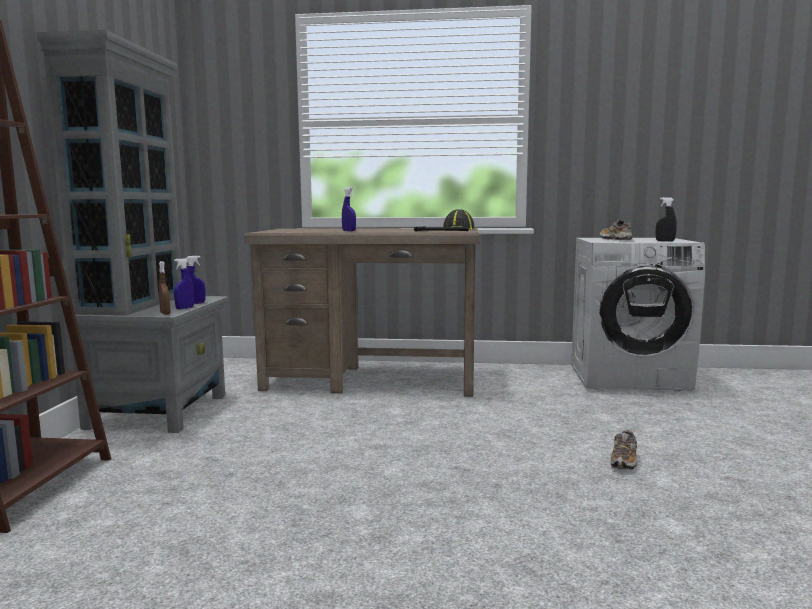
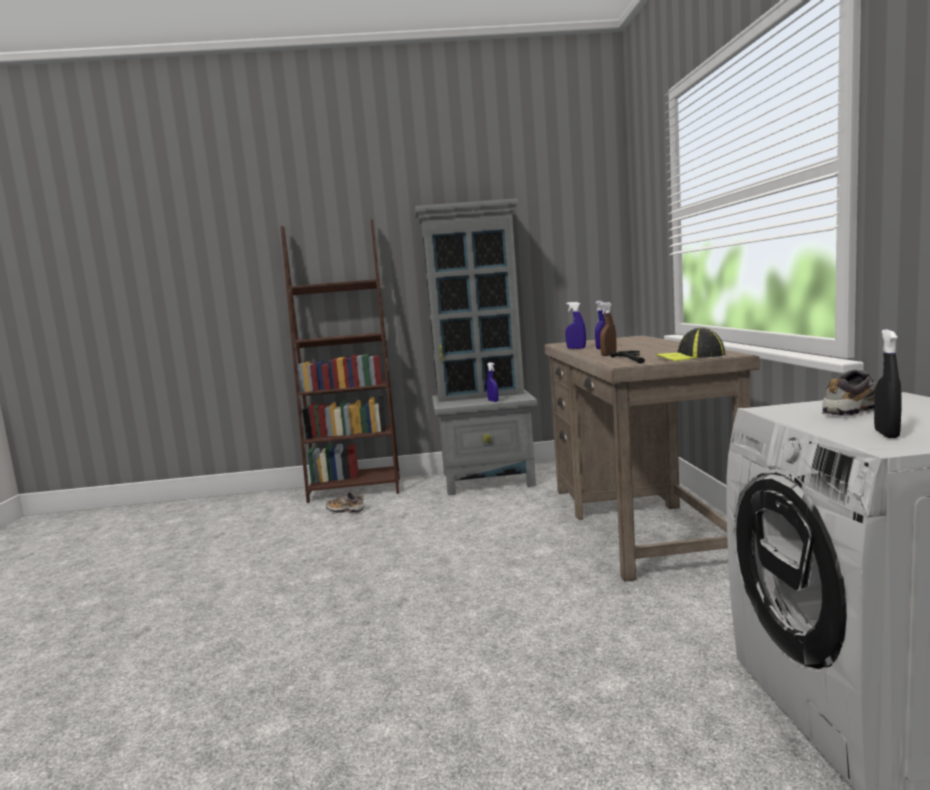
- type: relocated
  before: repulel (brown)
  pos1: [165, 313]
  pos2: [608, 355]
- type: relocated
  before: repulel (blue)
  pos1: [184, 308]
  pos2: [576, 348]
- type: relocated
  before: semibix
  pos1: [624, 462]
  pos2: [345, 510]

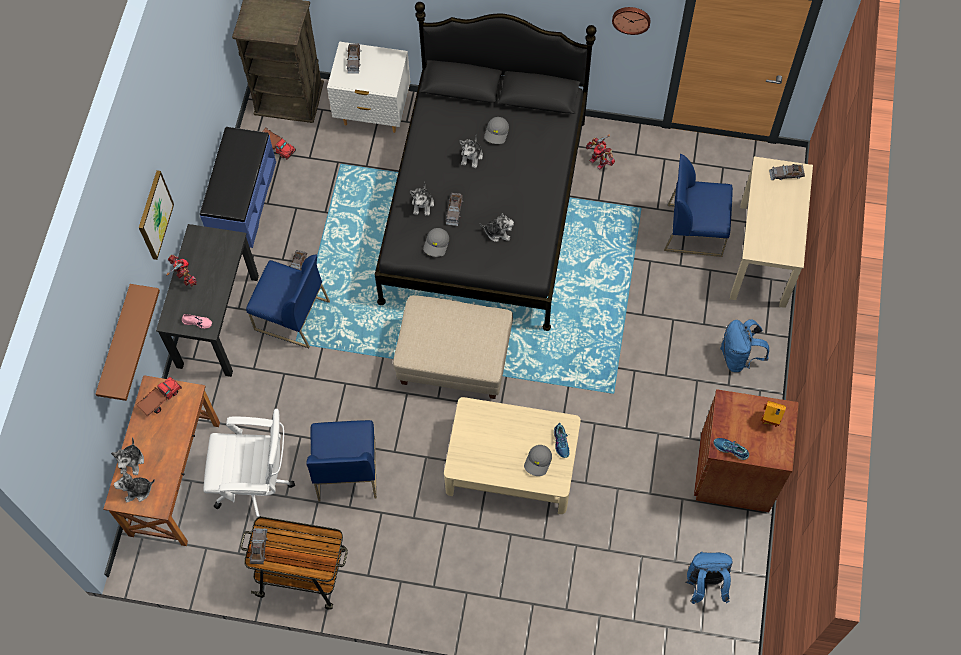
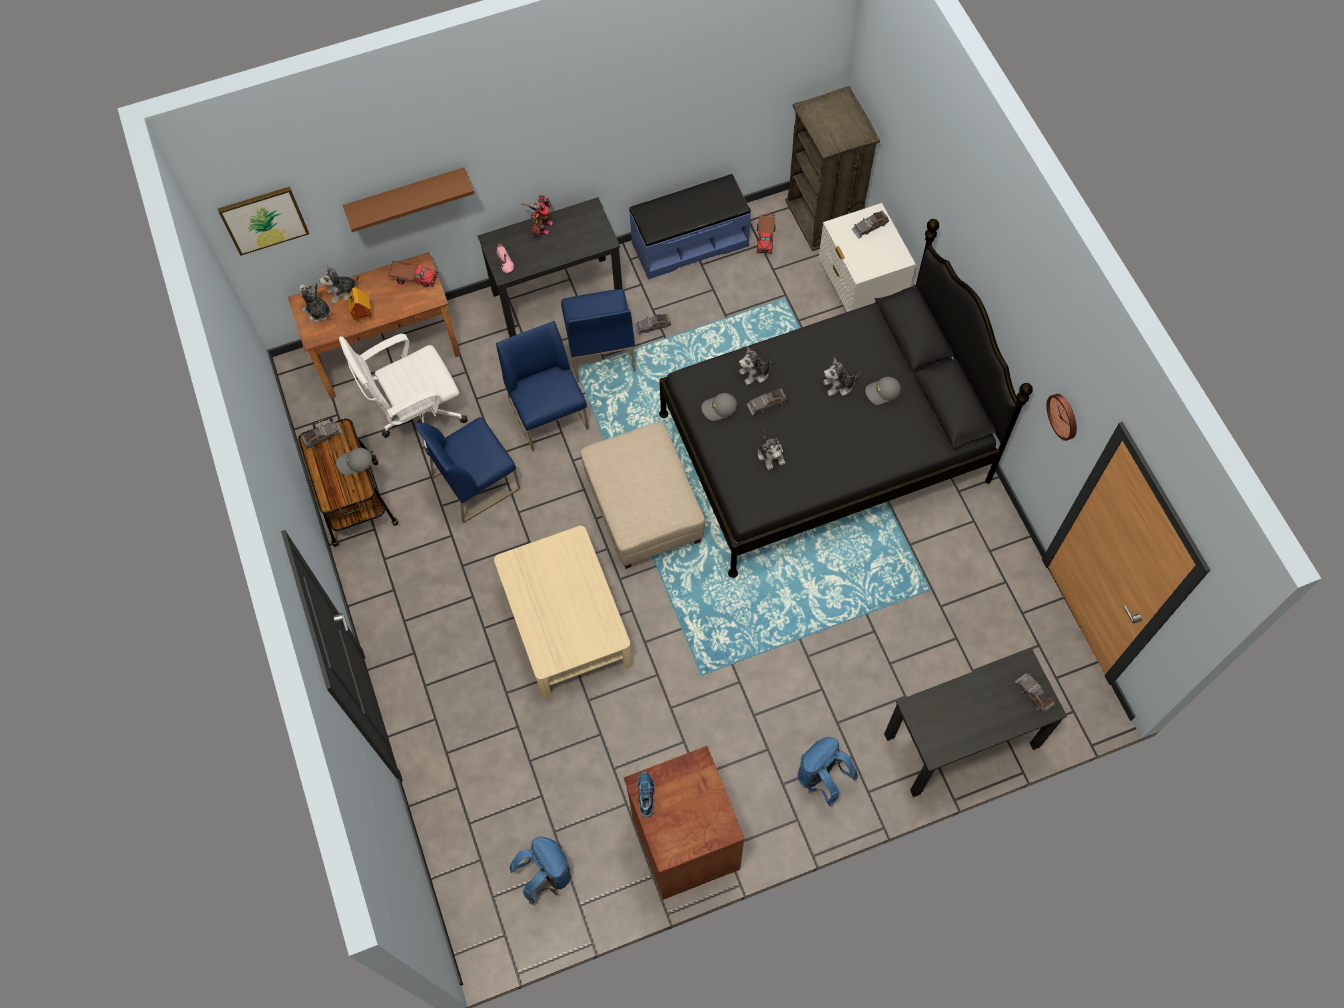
- type: missing
  before: semibix
  pos1: [561, 442]
- type: missing
  before: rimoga
  pos1: [599, 161]
- type: relocated
  before: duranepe
  pos1: [154, 215]
  pos2: [264, 219]
- type: relocated
  before: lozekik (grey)
  pos1: [538, 462]
  pos2: [355, 463]
- type: relocated
  before: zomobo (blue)
  pos1: [695, 230]
  pos2: [549, 414]
- type: relocated
  before: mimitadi
  pos1: [769, 421]
  pos2: [362, 317]
- type: colour
  before: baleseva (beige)
  after: baleseva (black)
  pos1: [762, 254]
  pos2: [961, 740]
- type: spun
  before: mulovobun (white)
  pos1: [257, 485]
  pos2: [419, 419]
  turn: 90

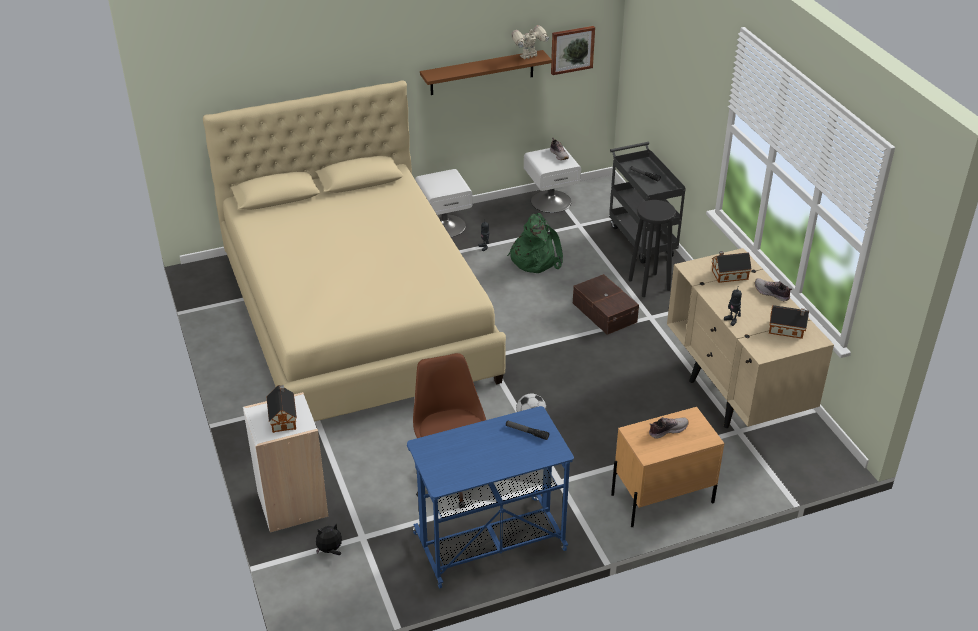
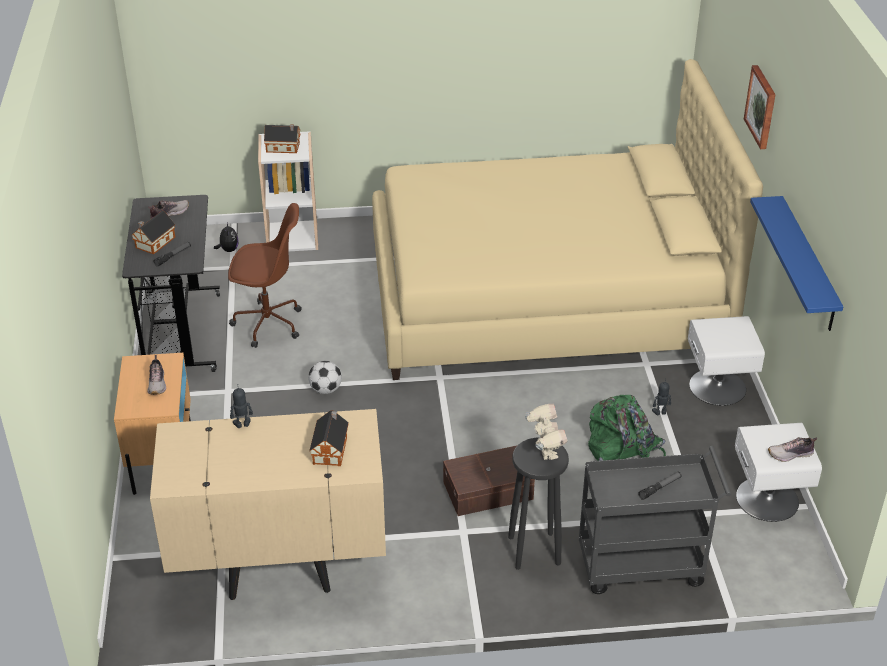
- type: relocated
  before: rimoga
  pos1: [529, 57]
  pos2: [545, 452]
- type: relocated
  before: duranepe
  pos1: [572, 49]
  pos2: [761, 106]
- type: relocated
  before: semibix
  pos1: [771, 293]
  pos2: [169, 214]
- type: relocated
  before: mimitadi
  pos1: [788, 329]
  pos2: [154, 243]
- type: colour
  before: baleseva (blue)
  after: baleseva (black)
  pos1: [489, 542]
  pos2: [181, 334]
- type: colour
  before: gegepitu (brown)
  after: gegepitu (blue)
  pos1: [482, 73]
  pos2: [808, 264]

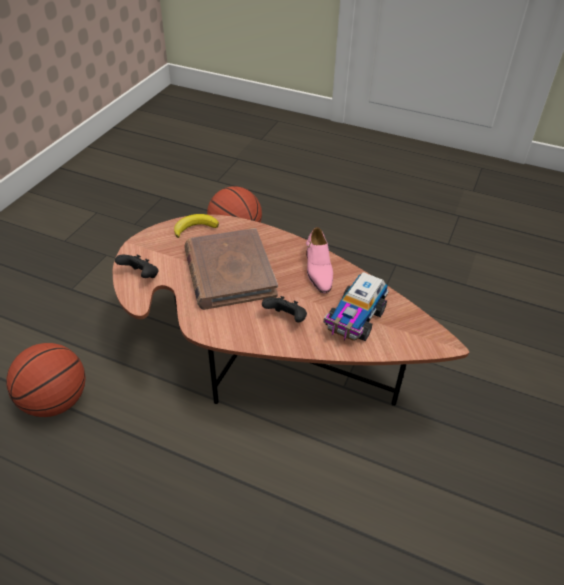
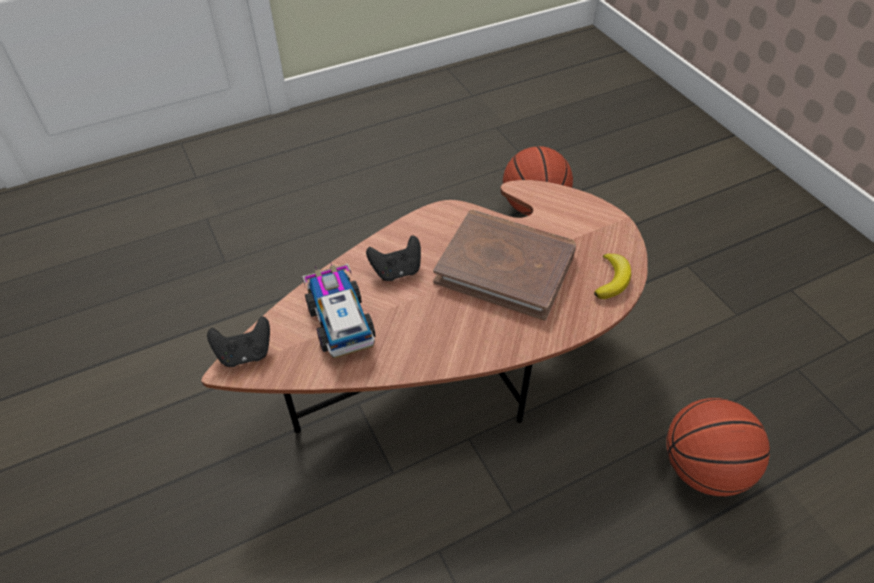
- type: missing
  before: semibix (pink)
  pos1: [318, 270]
- type: relocated
  before: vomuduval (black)
  pos1: [141, 276]
  pos2: [245, 354]

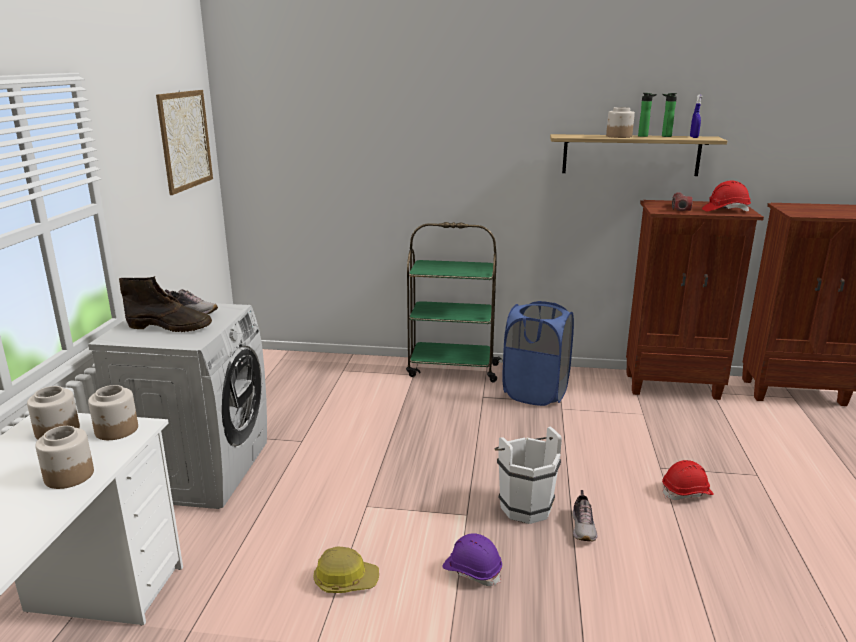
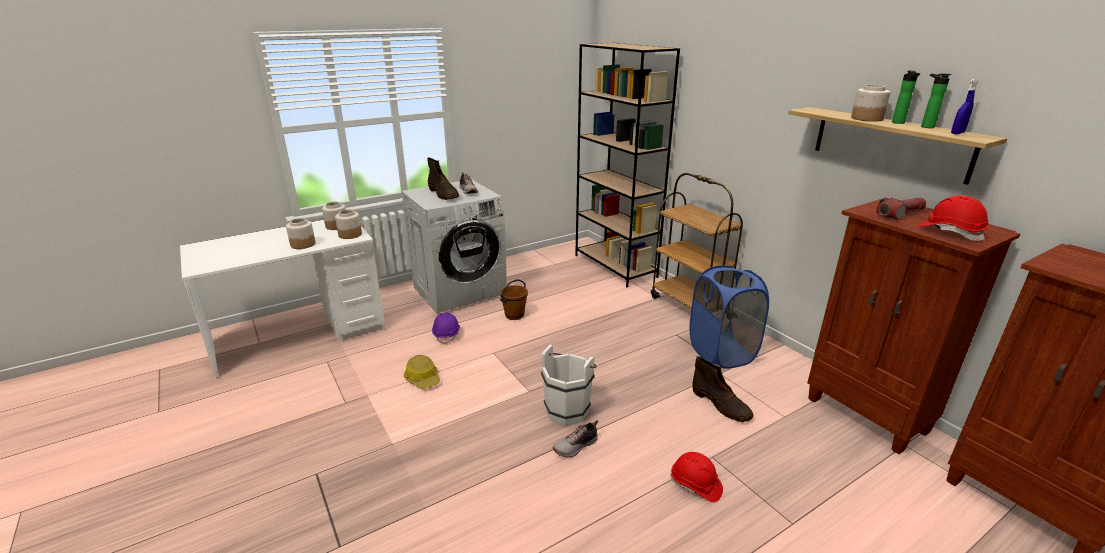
- type: missing
  before: duranepe
  pos1: [185, 139]
- type: appeared
  after: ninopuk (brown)
  pos2: [514, 315]
- type: appeared
  after: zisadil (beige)
  pos2: [615, 266]
- type: appeared
  after: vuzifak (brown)
  pos2: [721, 405]
- type: relocated
  before: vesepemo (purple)
  pos1: [472, 570]
  pos2: [447, 334]
- type: colour
  before: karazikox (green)
  after: karazikox (brown)
  pos1: [452, 370]
  pos2: [689, 307]

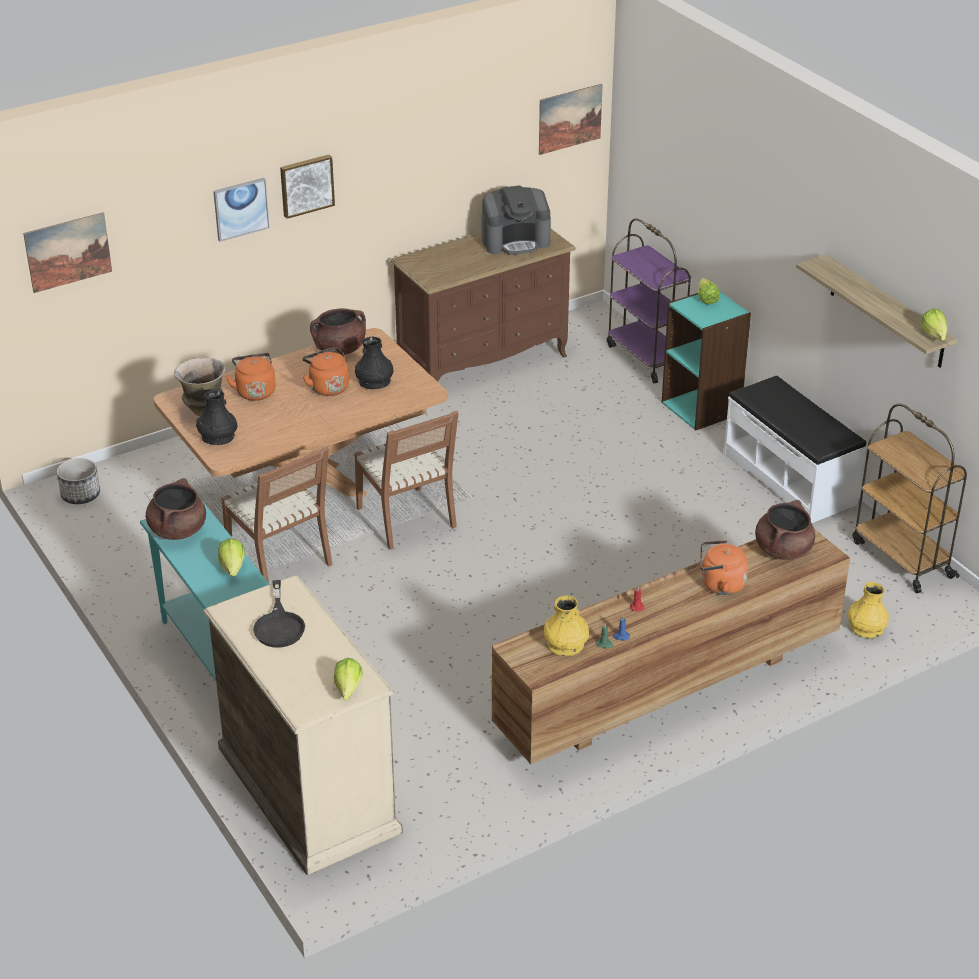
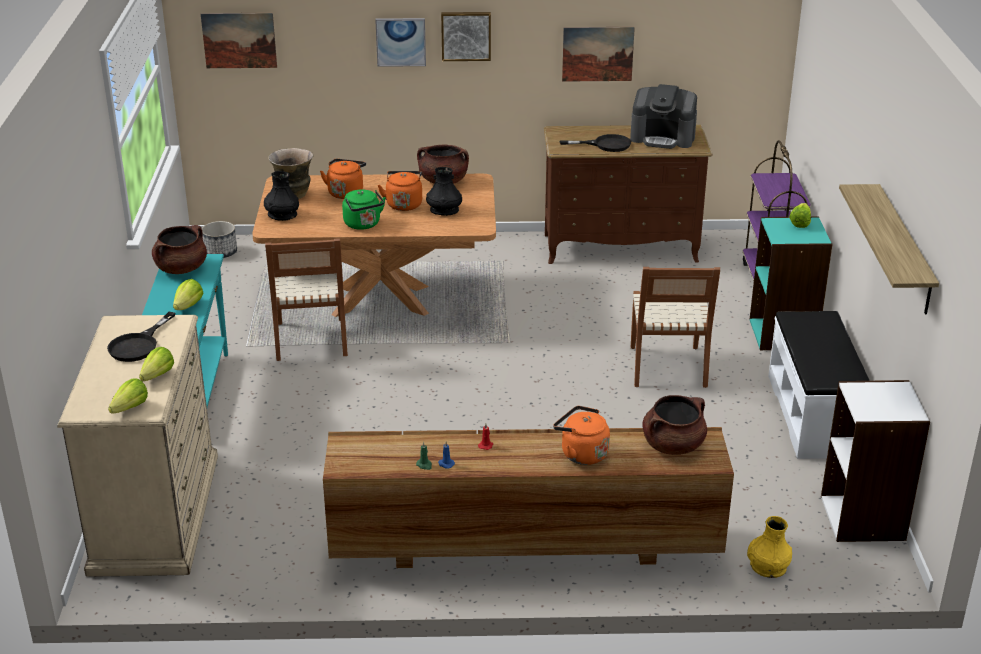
- type: missing
  before: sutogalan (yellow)
  pos1: [565, 644]
- type: appeared
  after: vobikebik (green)
  pos2: [363, 225]
- type: appeared
  after: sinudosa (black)
  pos2: [605, 145]
- type: relocated
  before: zomobo
  pos1: [407, 521]
  pos2: [667, 370]
- type: relocated
  before: duranepe
  pos1: [570, 119]
  pos2: [597, 54]
- type: relocated
  before: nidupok
  pos1: [934, 338]
  pos2: [154, 378]
- type: exchanged
  before: karazikox (brown)
  after: zisadil (white)
  pos1: [901, 558]
  pos2: [863, 518]

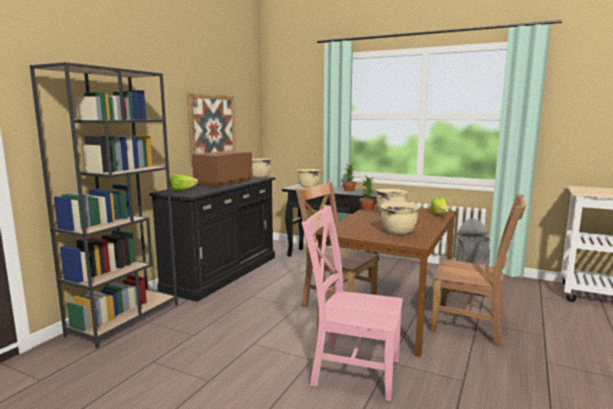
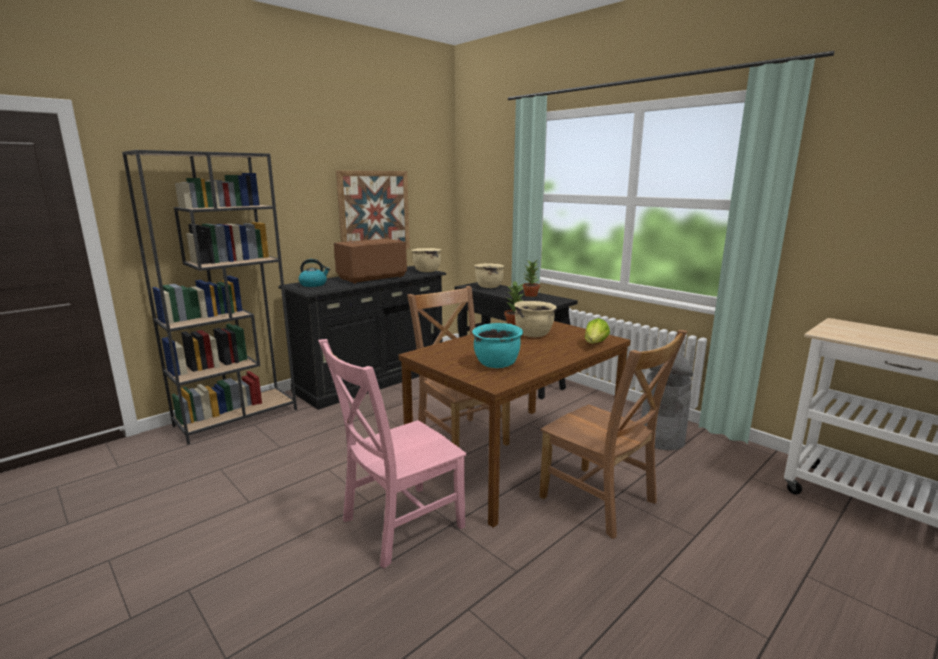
- type: exchanged
  before: nidupok
  after: vobikebik
  pos1: [182, 190]
  pos2: [314, 284]
- type: colour
  before: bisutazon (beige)
  after: bisutazon (turquoise)
  pos1: [398, 232]
  pos2: [497, 364]
- type: spun
  before: zomobo (pink)
  pos1: [352, 370]
  pos2: [398, 525]
  turn: -75

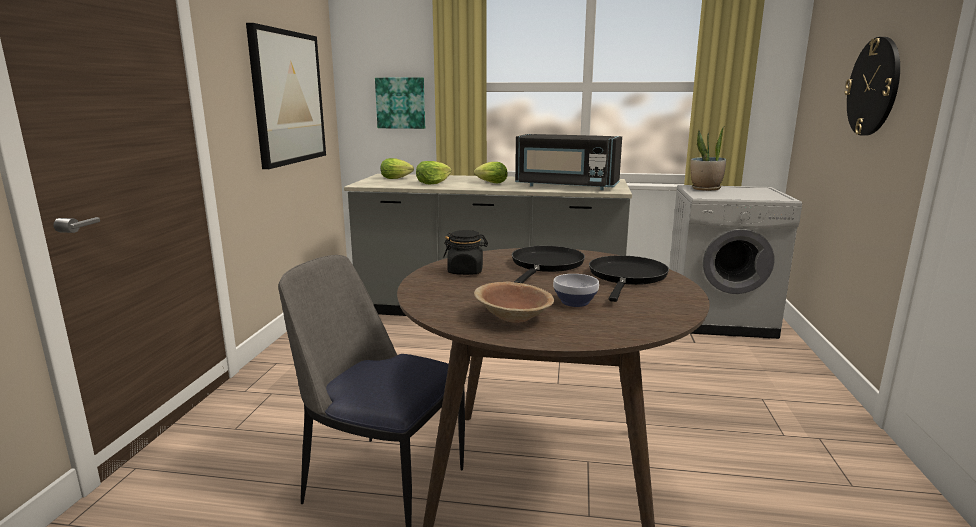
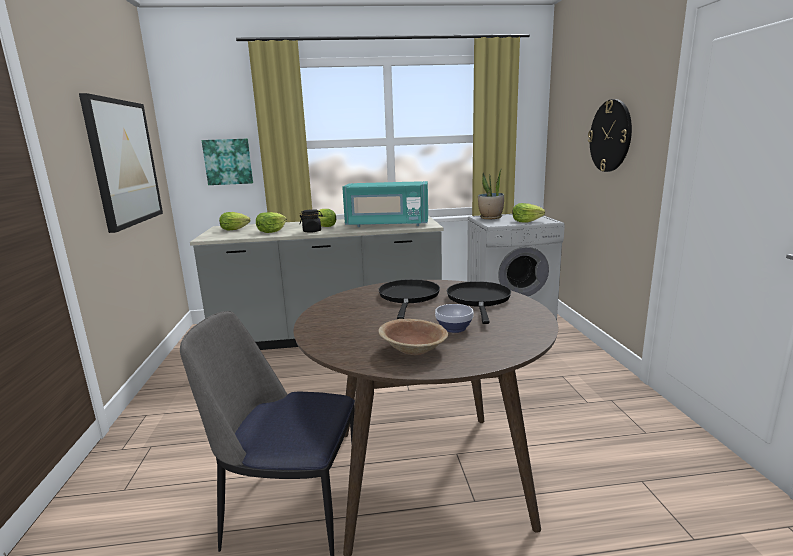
- type: appeared
  after: nidupok
  pos2: [526, 221]
- type: relocated
  before: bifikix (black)
  pos1: [465, 271]
  pos2: [312, 231]
- type: colour
  before: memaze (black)
  after: memaze (turquoise)
  pos1: [566, 186]
  pos2: [387, 225]

